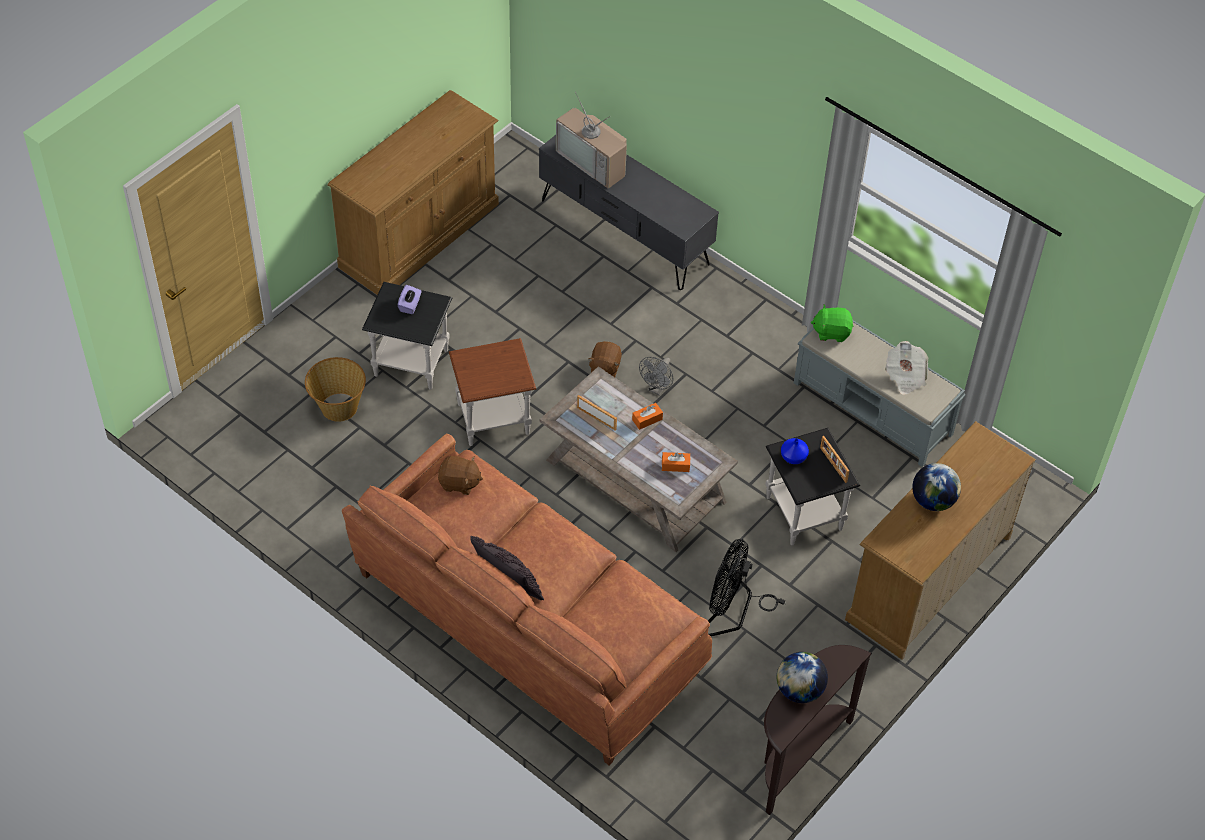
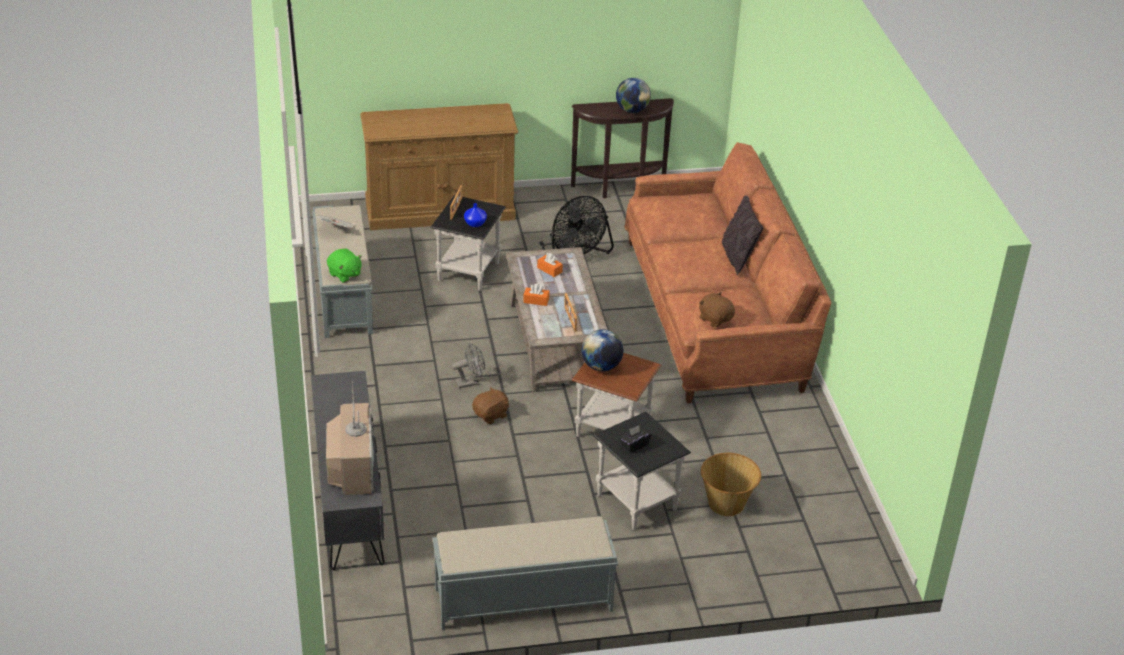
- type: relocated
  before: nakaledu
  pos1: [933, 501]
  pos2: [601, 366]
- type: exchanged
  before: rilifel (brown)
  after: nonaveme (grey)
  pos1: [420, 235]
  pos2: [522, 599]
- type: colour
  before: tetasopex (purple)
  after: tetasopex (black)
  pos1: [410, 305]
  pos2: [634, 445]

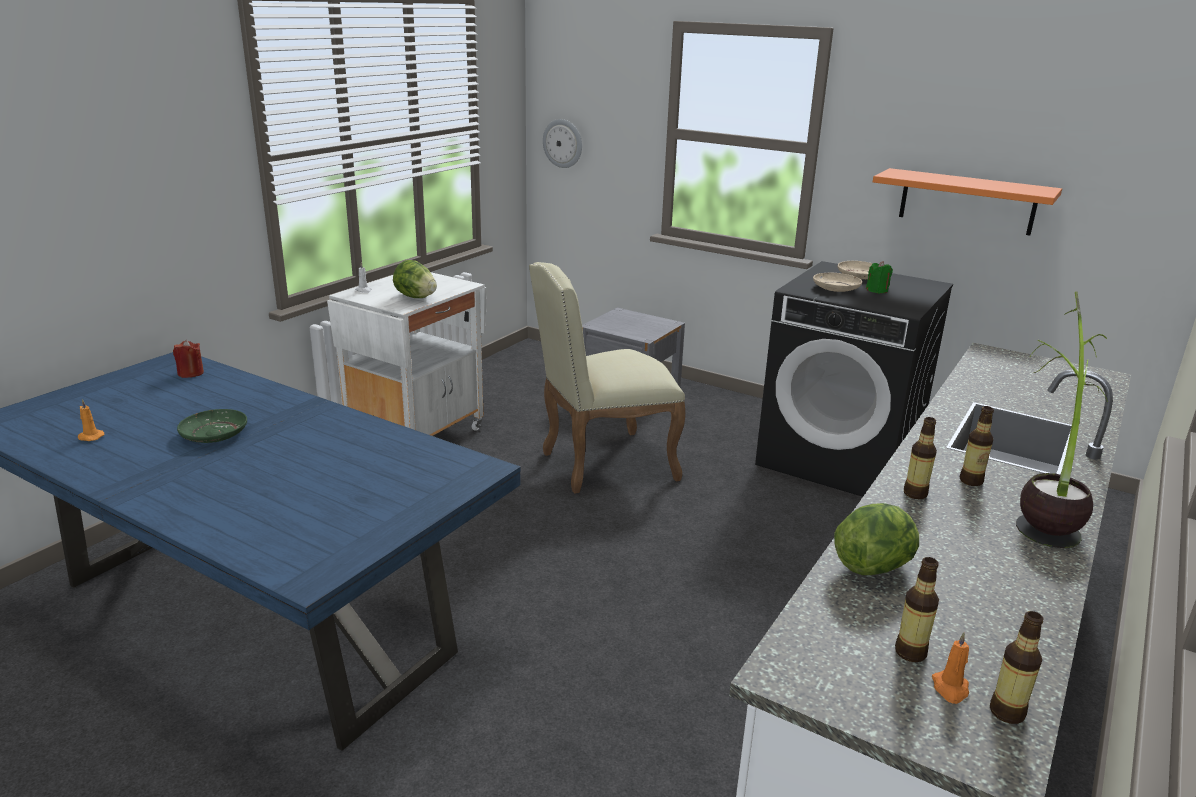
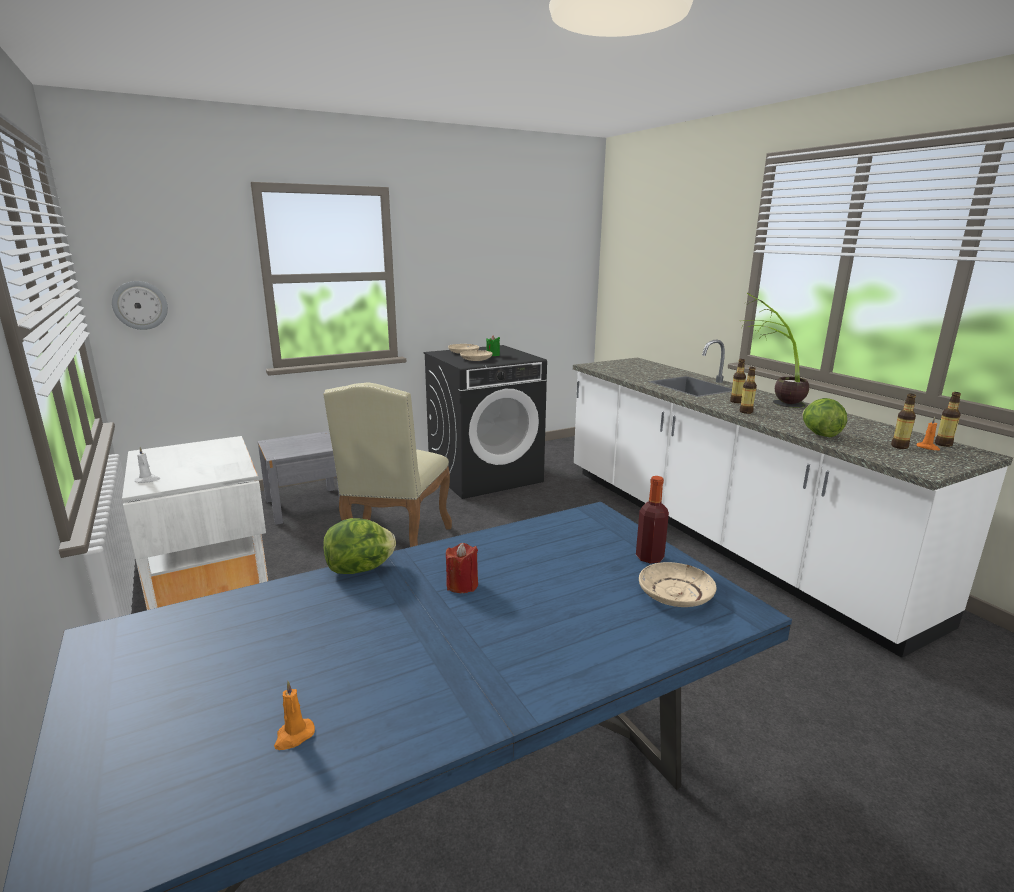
- type: missing
  before: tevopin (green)
  pos1: [214, 434]
- type: missing
  before: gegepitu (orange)
  pos1: [967, 201]
- type: appeared
  after: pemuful
  pos2: [649, 557]
- type: appeared
  after: tevopin (beige)
  pos2: [675, 594]
- type: relocated
  before: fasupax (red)
  pos1: [190, 373]
  pos2: [462, 585]
- type: relocated
  before: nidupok
  pos1: [415, 297]
  pos2: [361, 569]

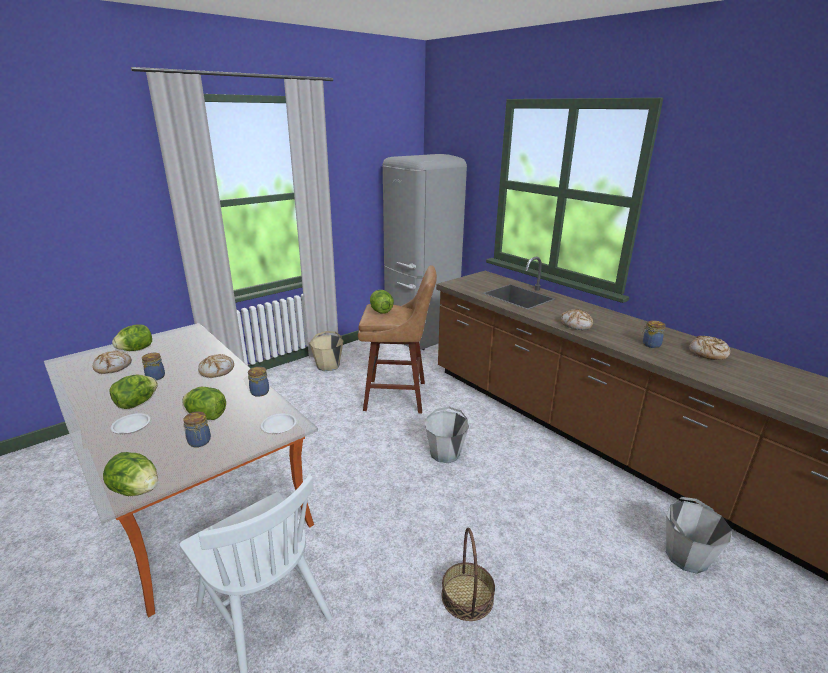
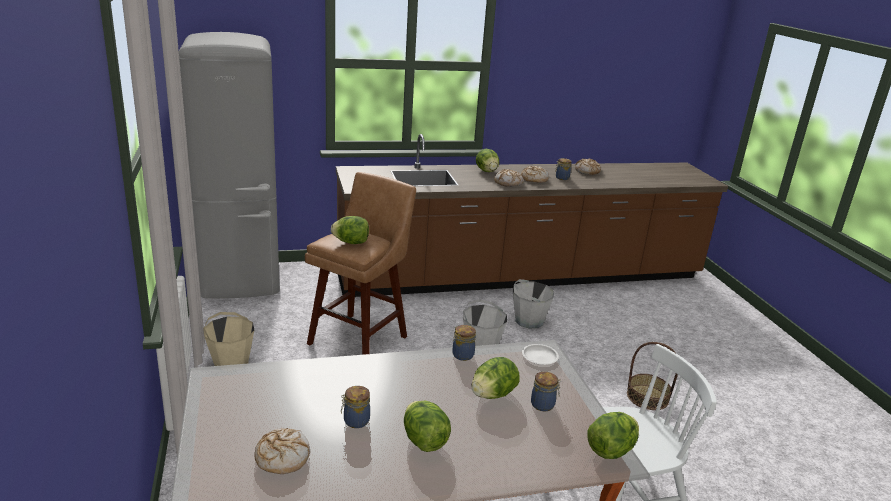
- type: missing
  before: tevopin (white)
  pos1: [131, 425]
- type: relocated
  before: nidupok
  pos1: [136, 349]
  pos2: [487, 171]
- type: relocated
  before: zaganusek
  pos1: [217, 370]
  pos2: [533, 179]
- type: relocated
  before: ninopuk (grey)
  pos1: [686, 556]
  pos2: [528, 321]

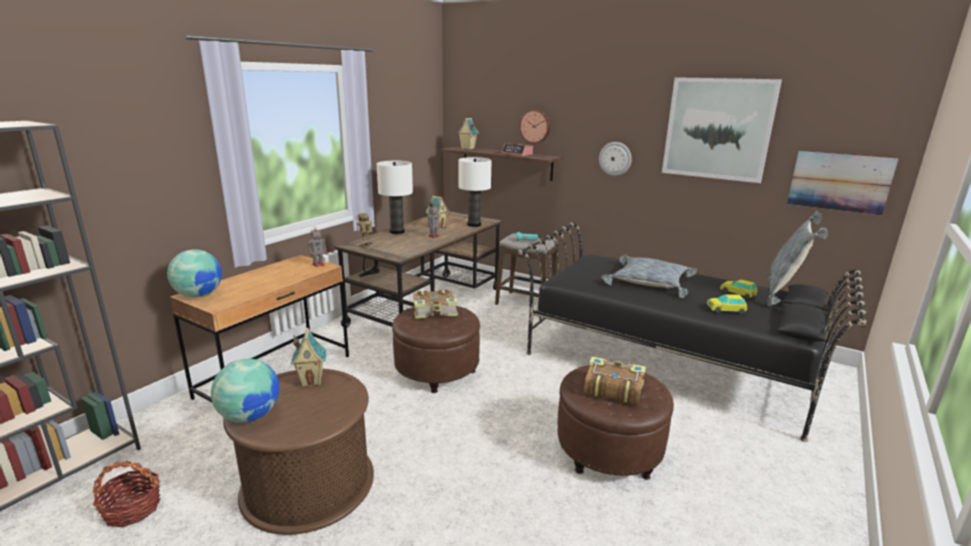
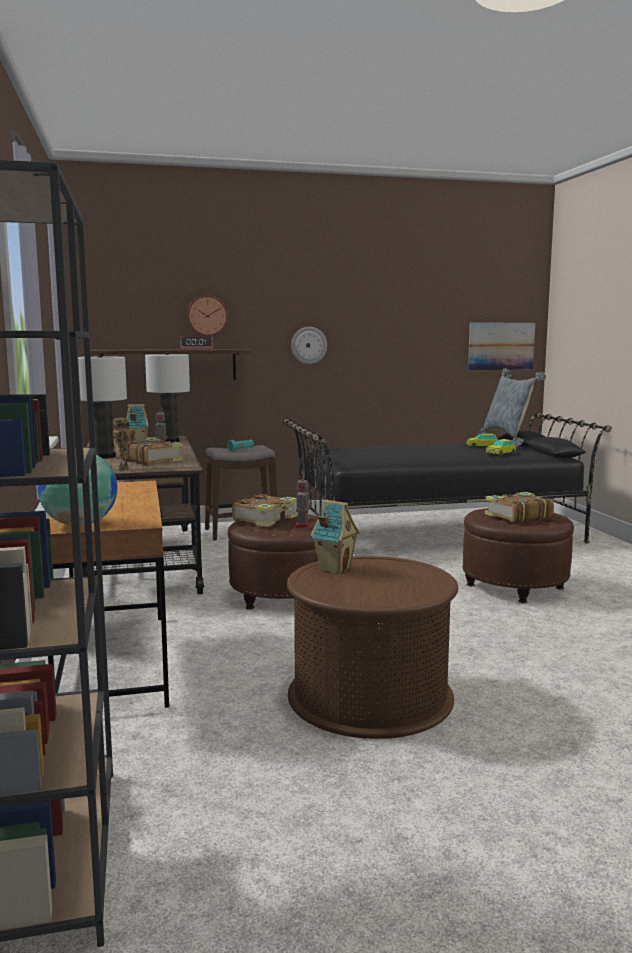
- type: missing
  before: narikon
  pos1: [132, 509]
- type: missing
  before: nakaledu
  pos1: [250, 416]
- type: missing
  before: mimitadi
  pos1: [467, 148]
- type: missing
  before: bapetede
  pos1: [649, 280]
- type: missing
  before: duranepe
  pos1: [717, 129]
- type: appeared
  after: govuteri
  pos2: [151, 460]
- type: relocated
  before: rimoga
  pos1: [319, 264]
  pos2: [302, 526]

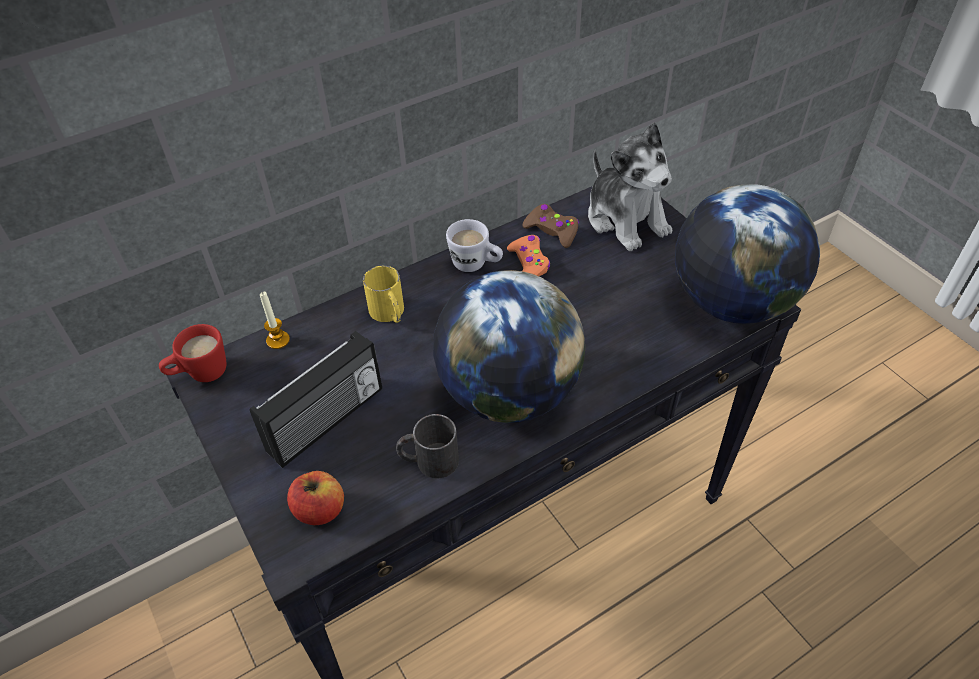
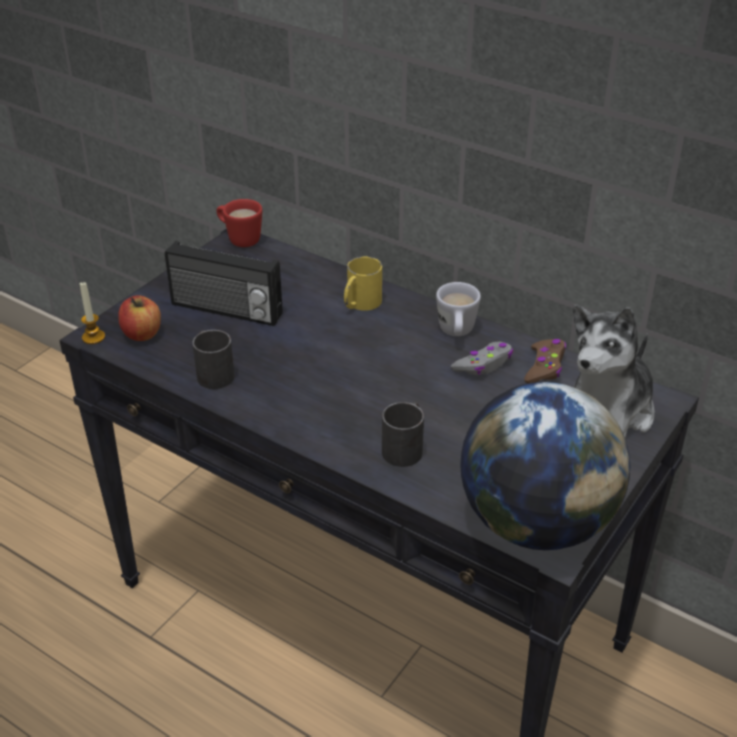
- type: missing
  before: nakaledu
  pos1: [508, 392]
- type: appeared
  after: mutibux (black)
  pos2: [405, 447]
- type: relocated
  before: fasupax
  pos1: [278, 340]
  pos2: [93, 337]
- type: colour
  before: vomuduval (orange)
  after: vomuduval (grey)
  pos1: [529, 264]
  pos2: [484, 365]

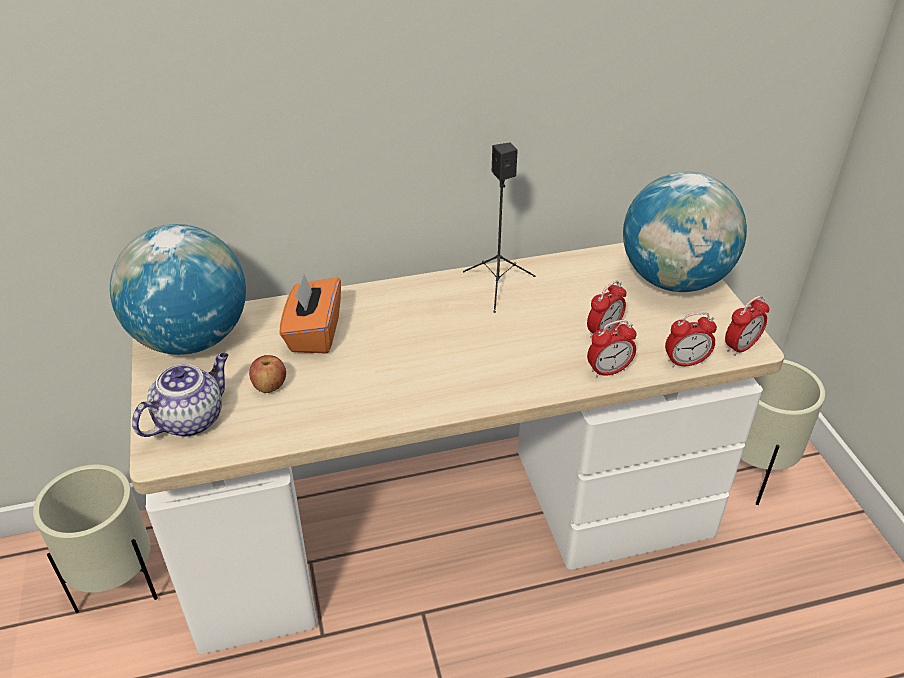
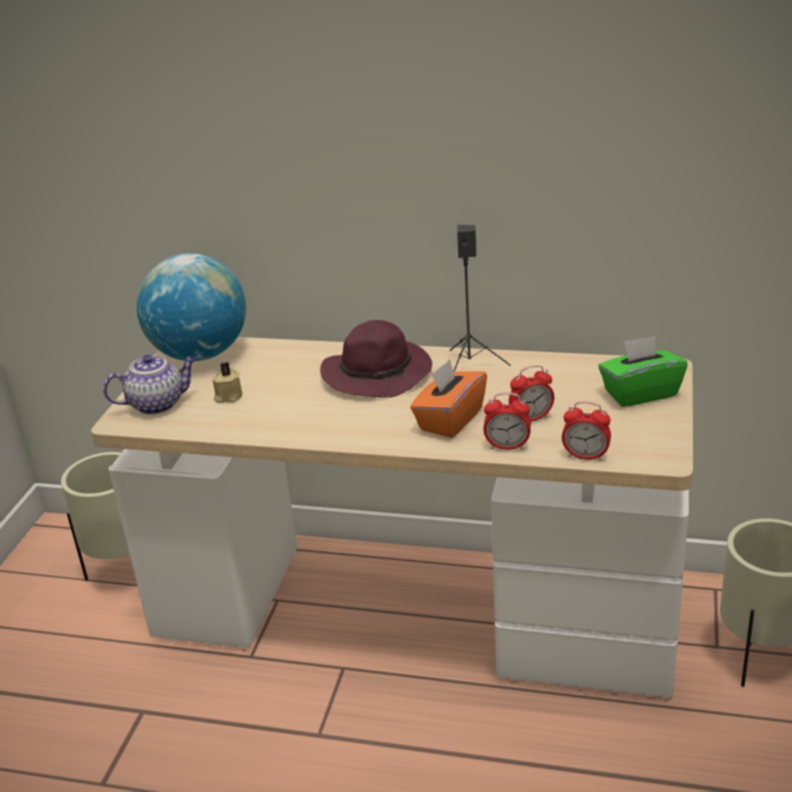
- type: missing
  before: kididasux
  pos1: [740, 347]
- type: appeared
  after: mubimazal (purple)
  pos2: [378, 373]
- type: relocated
  before: tetasopex (orange)
  pos1: [314, 333]
  pos2: [450, 420]
- type: exchanged
  before: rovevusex
  after: fasupax (beige)
  pos1: [270, 386]
  pos2: [228, 396]
- type: exchanged
  before: nakaledu
  after: tetasopex (green)
  pos1: [674, 280]
  pos2: [640, 393]

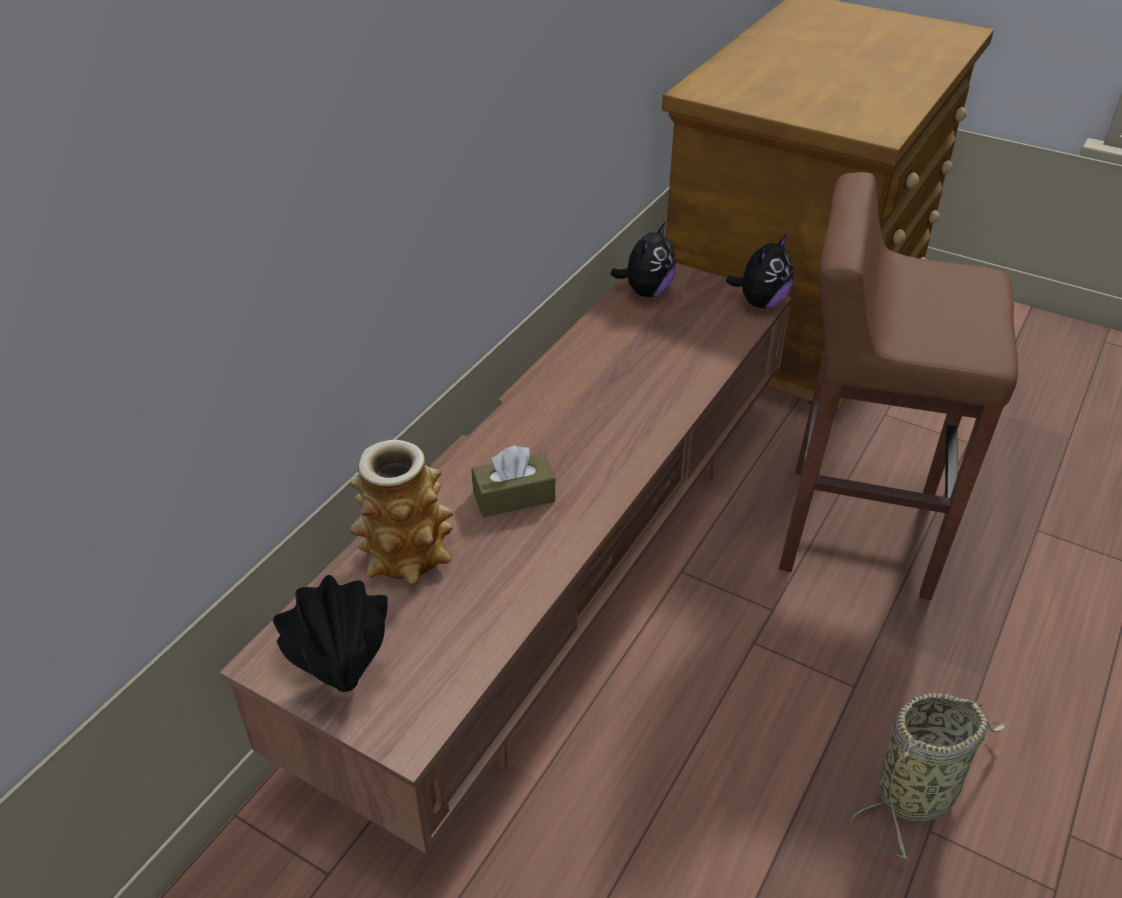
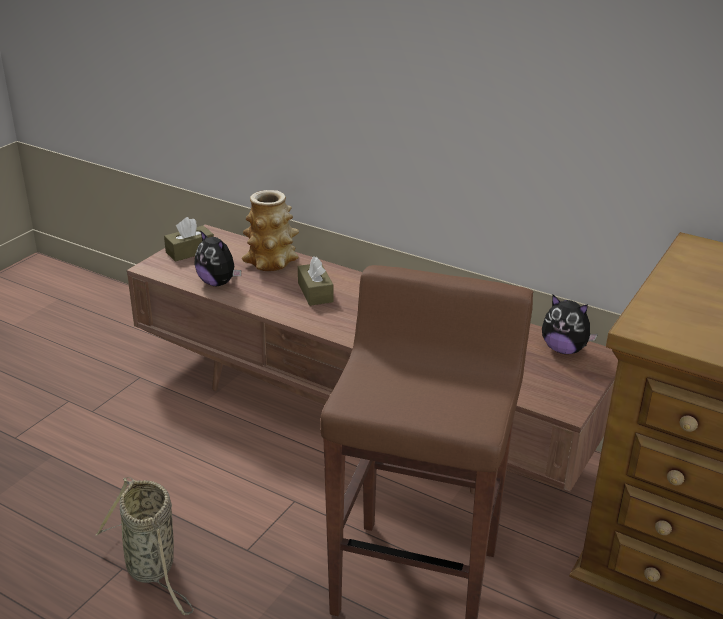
- type: relocated
  before: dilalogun
  pos1: [760, 303]
  pos2: [218, 283]
- type: exchanged
  before: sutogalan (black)
  after: tetasopex (brown)
  pos1: [345, 680]
  pos2: [190, 251]

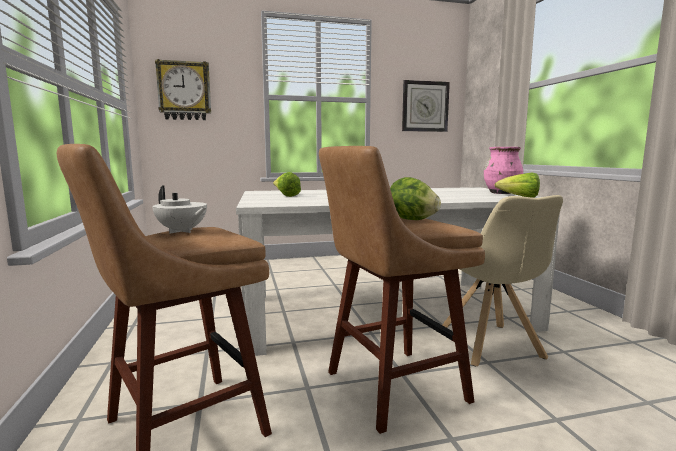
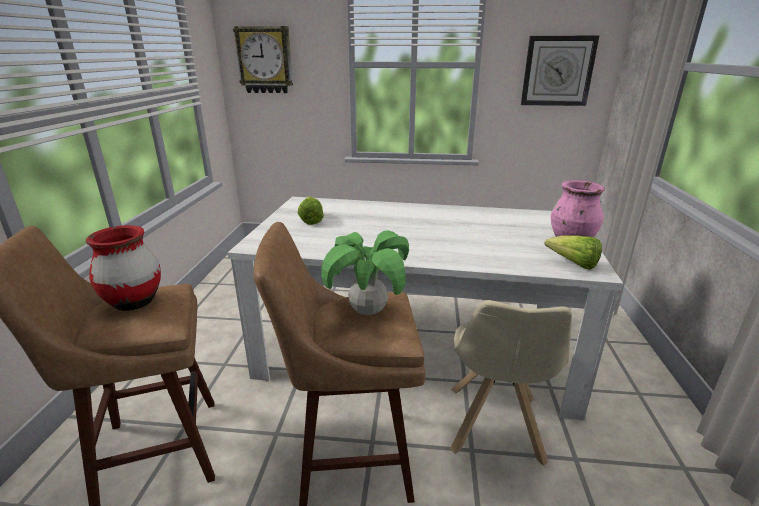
- type: exchanged
  before: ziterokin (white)
  after: sutogalan (red)
  pos1: [182, 231]
  pos2: [134, 302]
- type: exchanged
  before: nidupok
  after: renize
  pos1: [411, 220]
  pos2: [368, 311]

